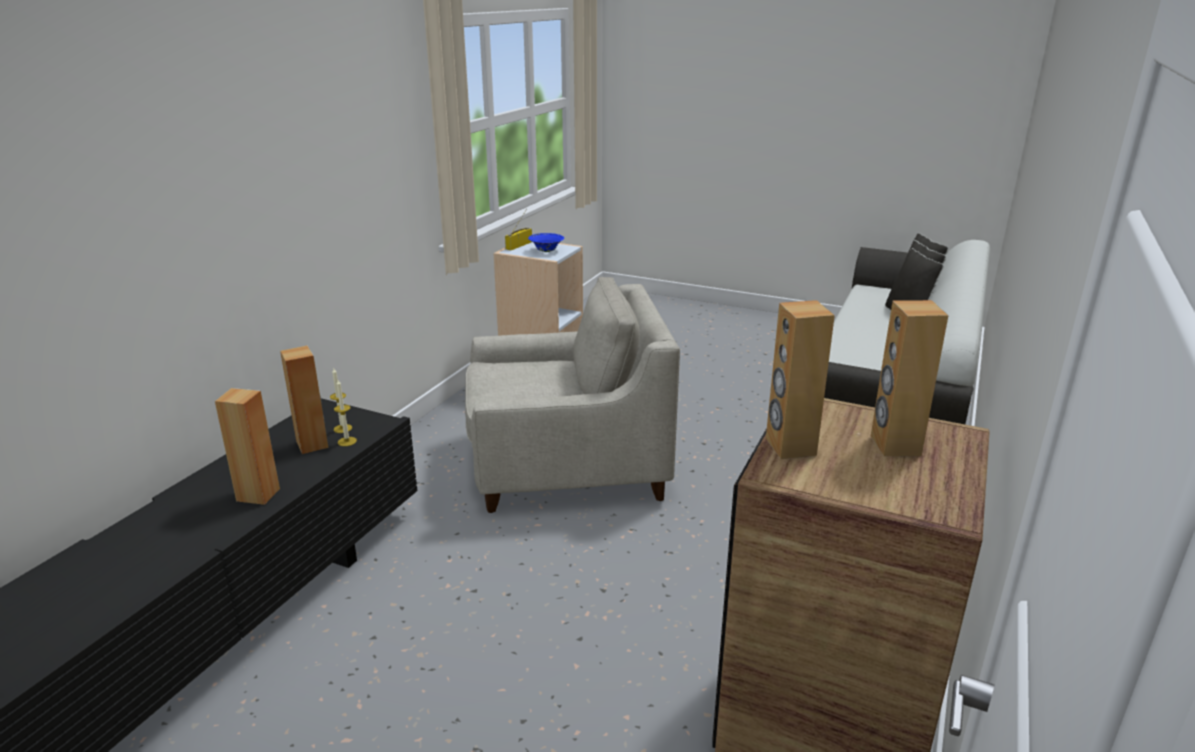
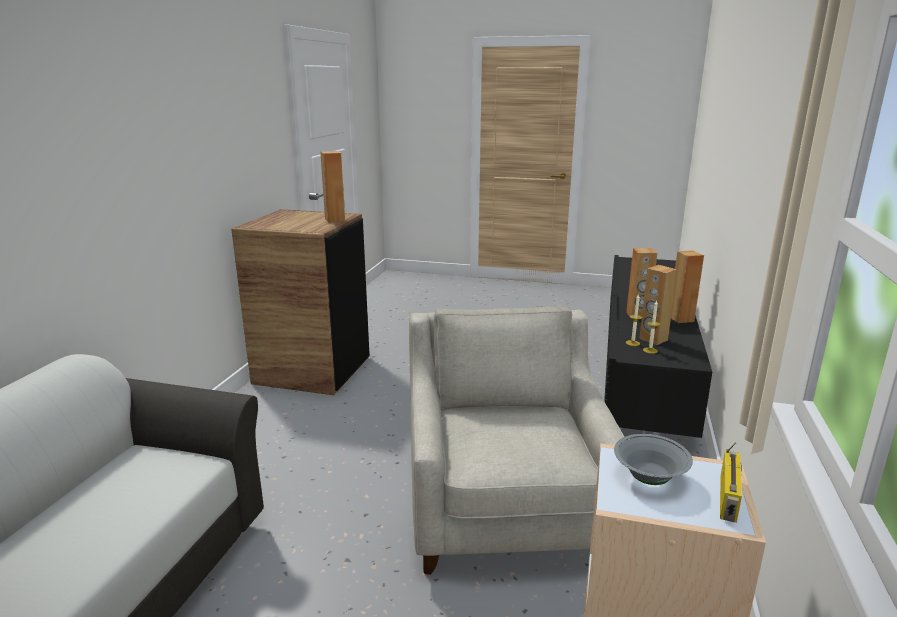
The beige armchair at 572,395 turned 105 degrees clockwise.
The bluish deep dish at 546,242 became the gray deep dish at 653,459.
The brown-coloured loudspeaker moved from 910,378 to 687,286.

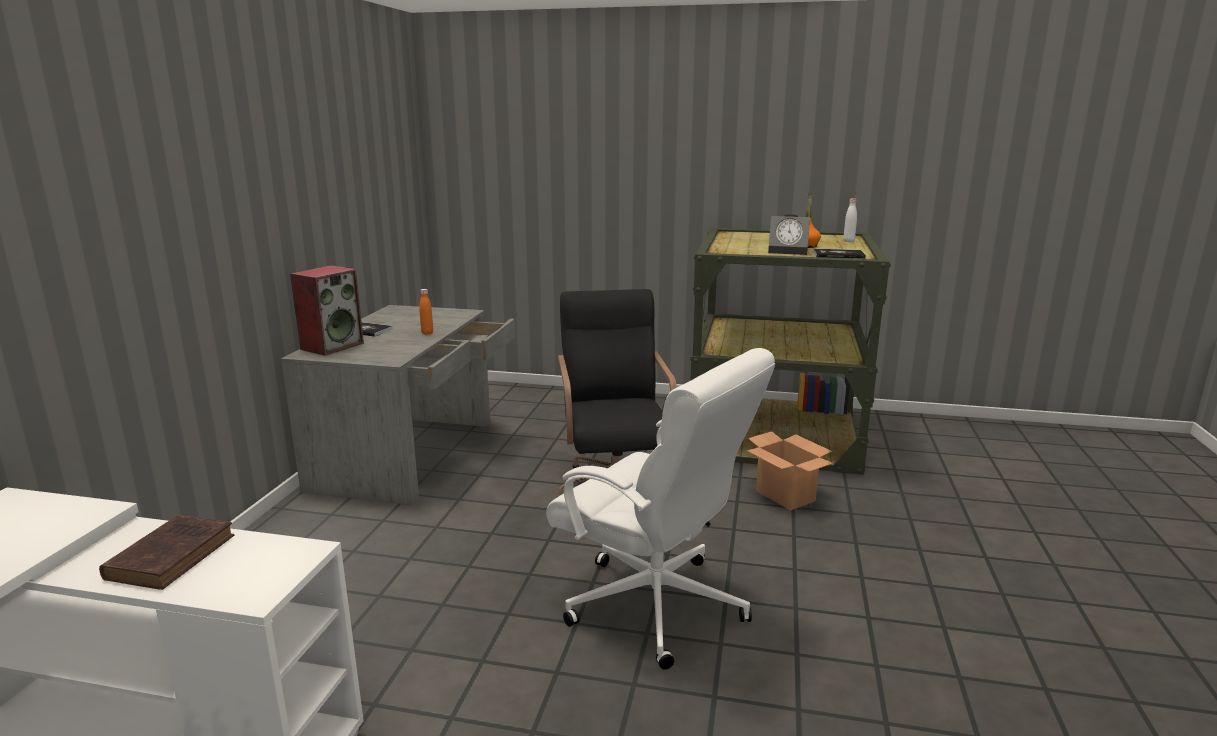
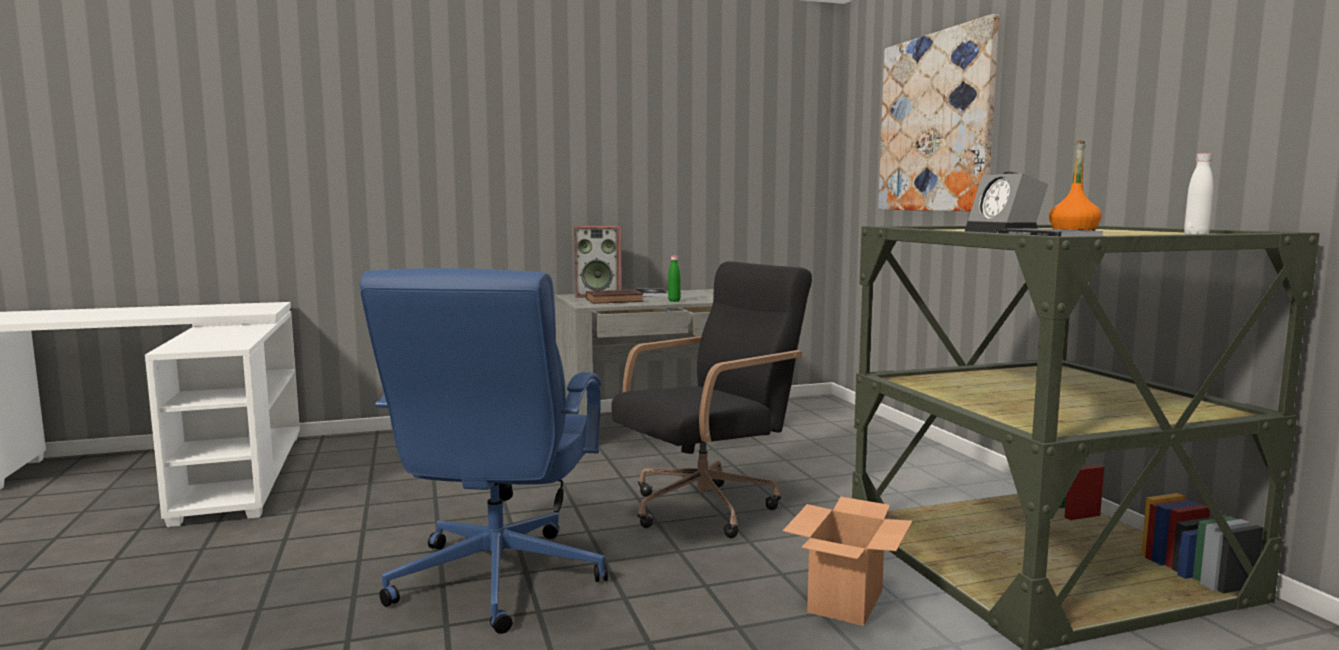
The brown-coloured volume moved from 166,552 to 614,297.
The orange-coloured beverage bottle at 426,312 became the green-coloured beverage bottle at 674,279.
The white desk chair at 660,508 became the bluish desk chair at 484,451.
The wall art at 938,112 appeared.

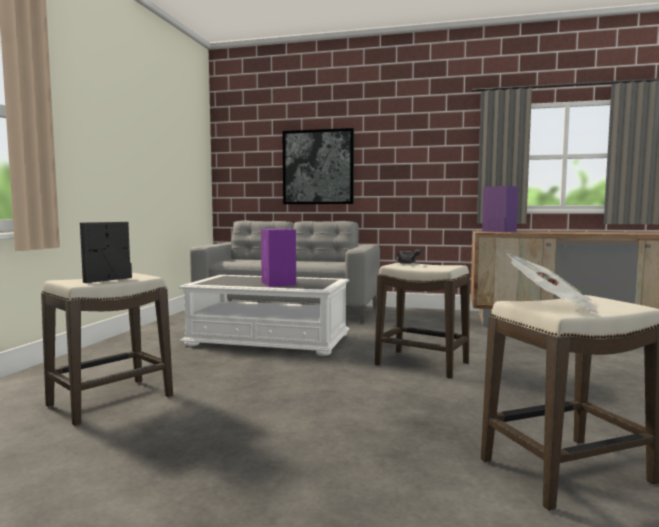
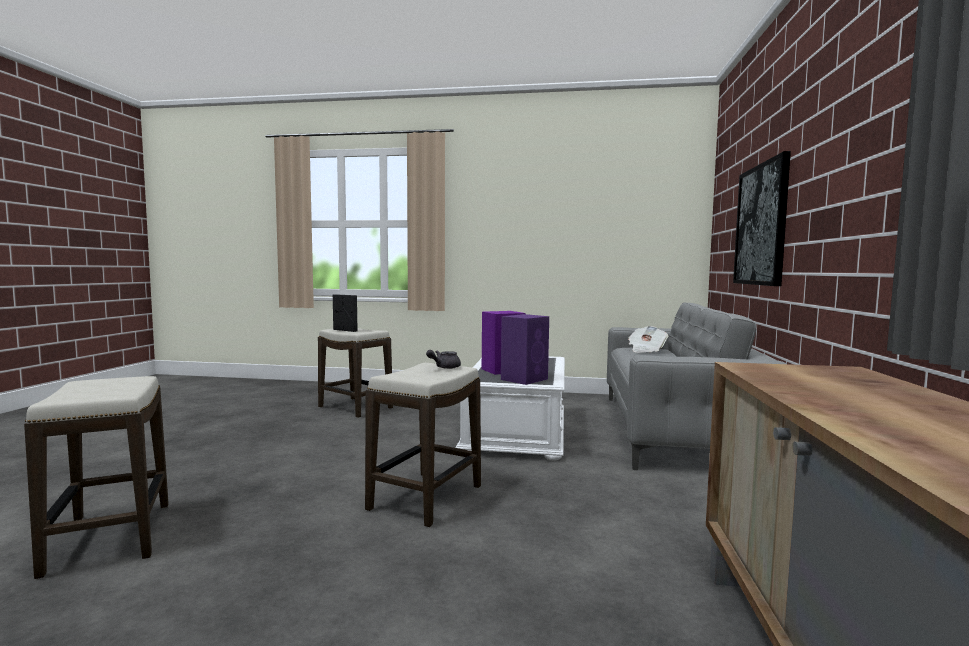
The purple-coloured loudspeaker moved from 500,209 to 525,349.
The printed paper moved from 553,283 to 648,339.

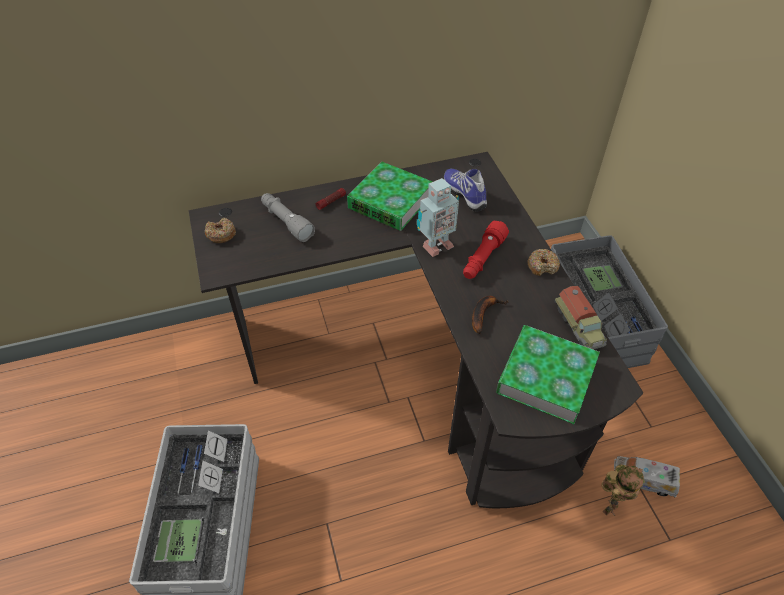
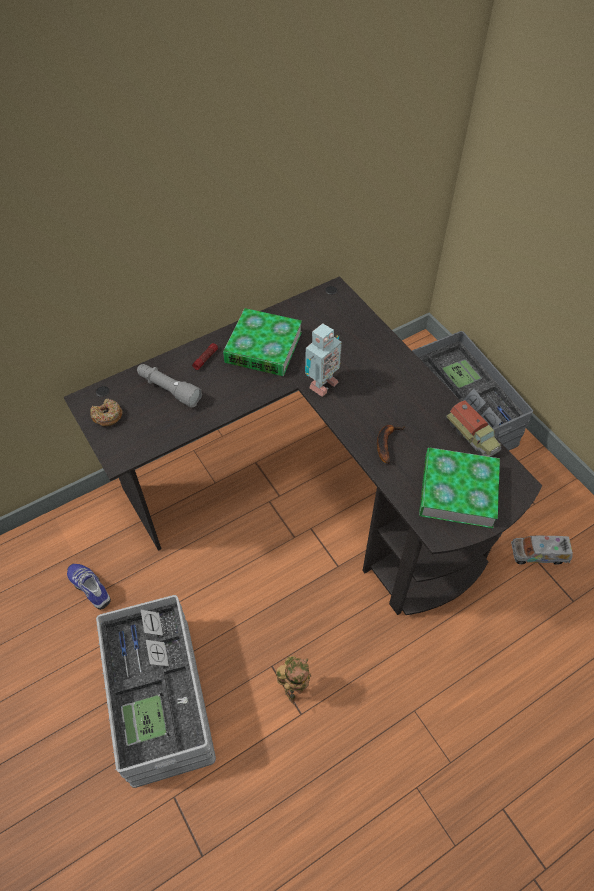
The shoe moved from 465,190 to 89,586.
The reddish torch at 486,250 disappeared.
The donut at 543,262 disappeared.
The model robot moved from 623,490 to 293,680.

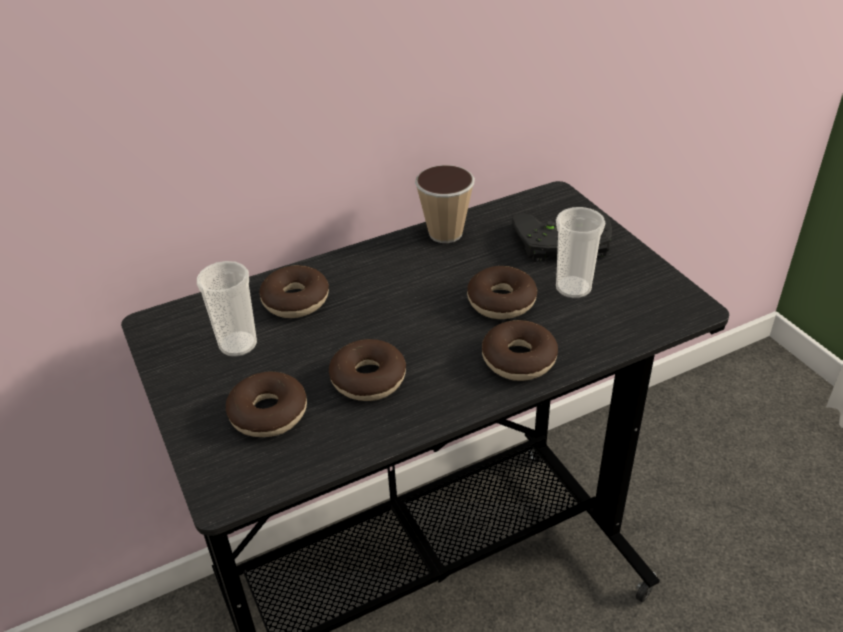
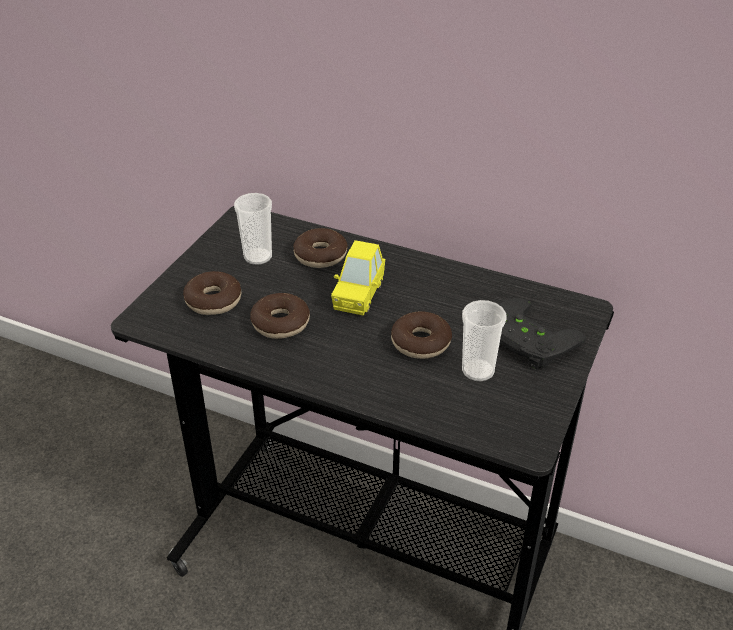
The drinking cup at 445,204 disappeared.
The donut at 520,350 disappeared.
The yellow miniature car at 358,277 appeared.

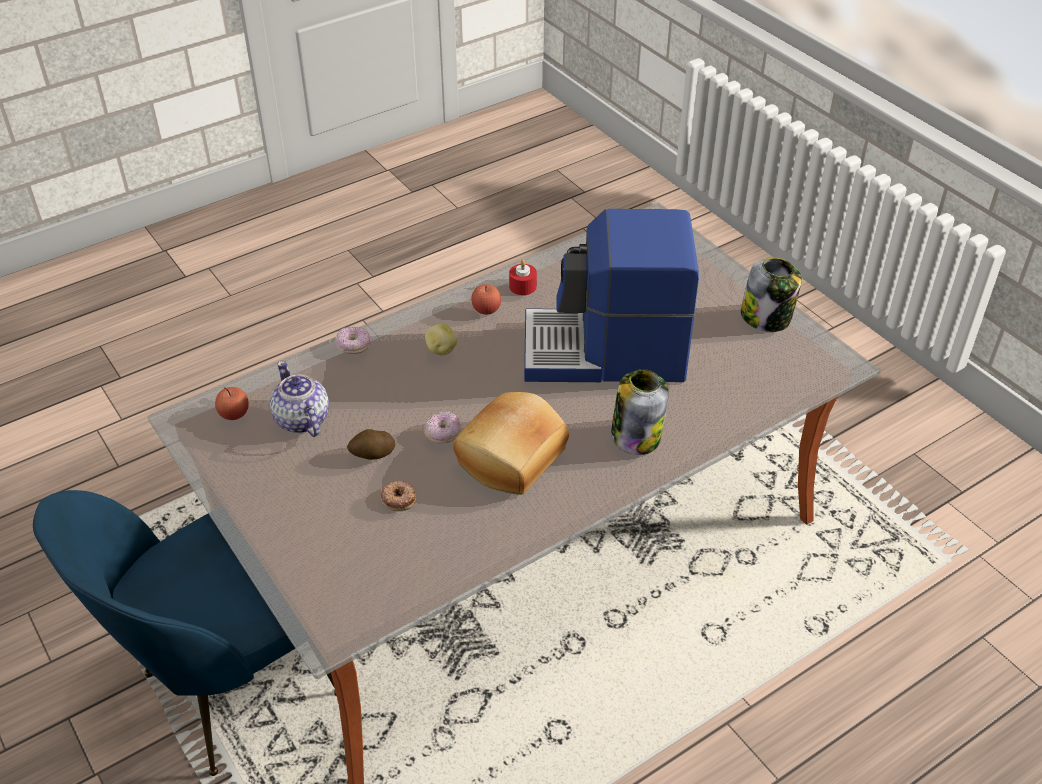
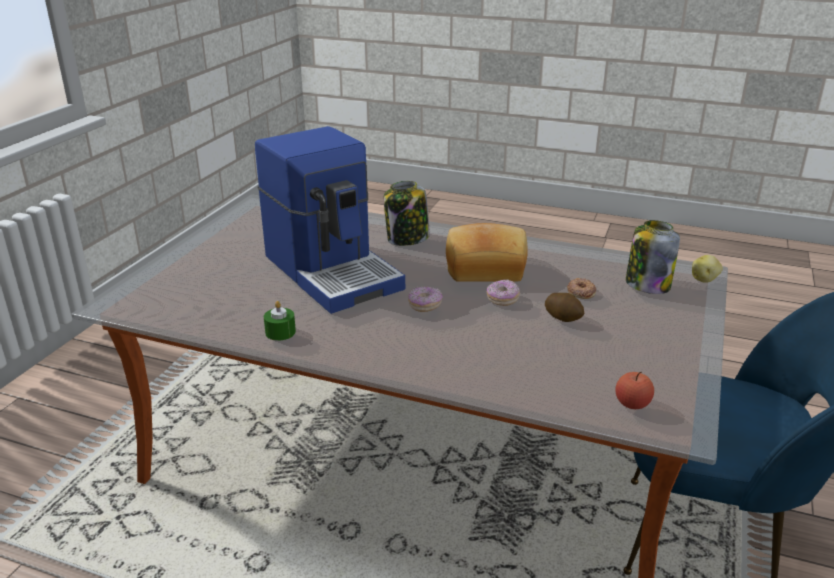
The tea pot at 299,399 disappeared.
The donut moved from 353,340 to 425,299.
The spud moved from 441,339 to 707,269.
The apple fruit at 486,299 disappeared.
The reddish wax candle at 523,277 became the green-coloured wax candle at 280,321.
The storage jar moved from 771,295 to 653,257.

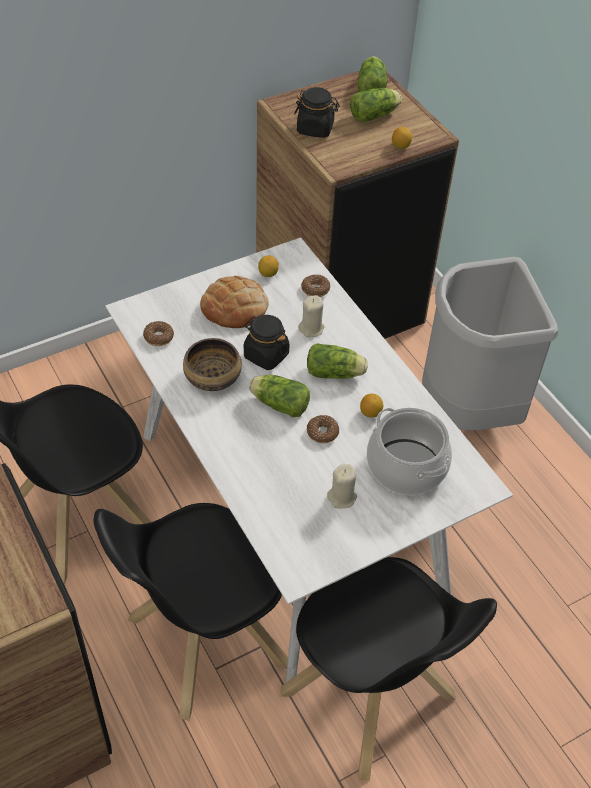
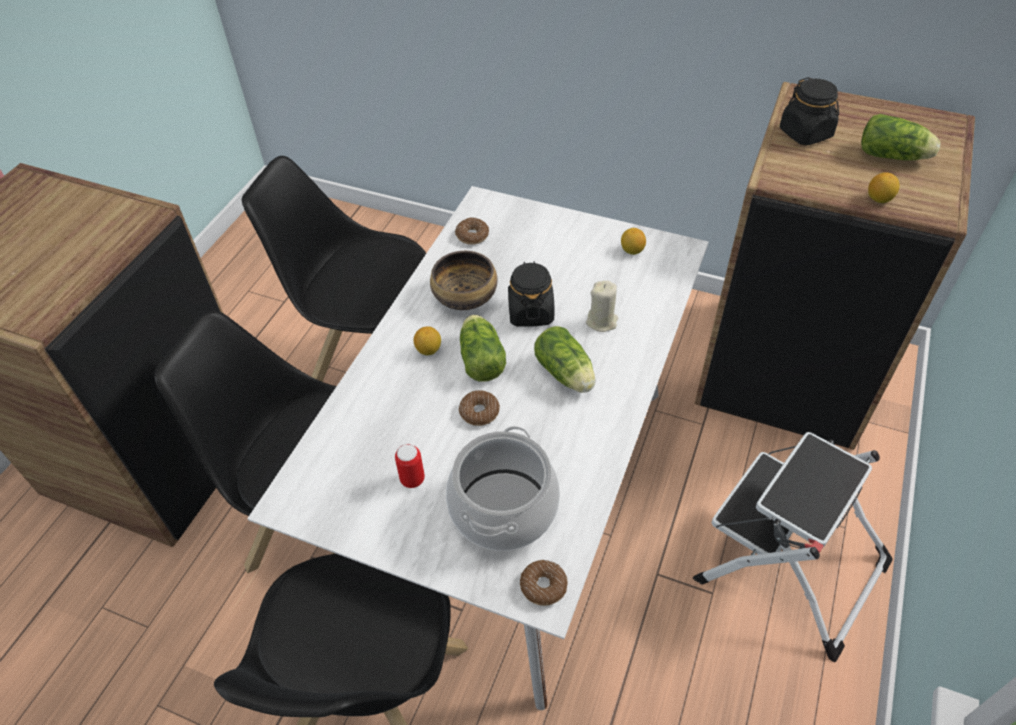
The bakery bread at 234,302 disappeared.
The donut moved from 315,285 to 544,583.
The beige wax candle at 342,486 was replaced by the metal can at 410,466.
The head of lettuce at 372,74 disappeared.
The lemon moved from 371,406 to 427,340.
The gray rubbish bin at 490,343 was replaced by the step ladder at 793,547.

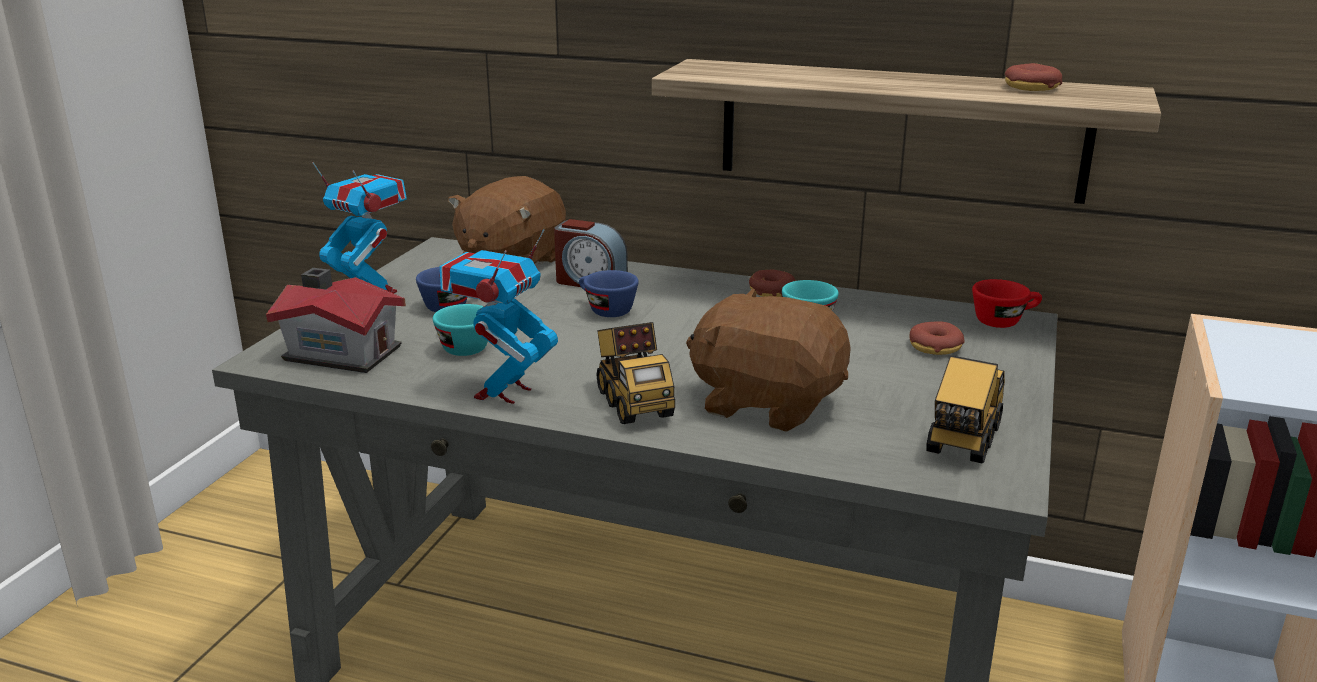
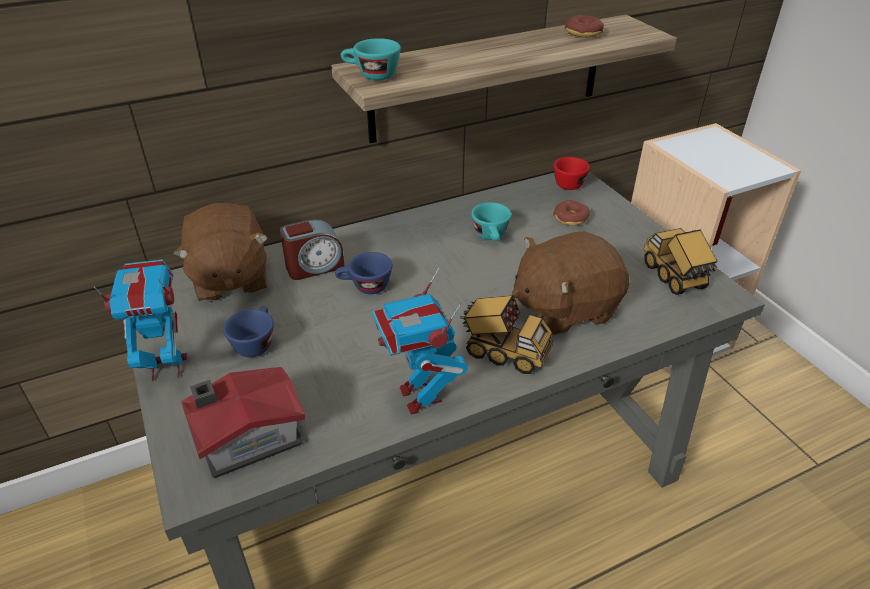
The blue-green drinking cup moved from 460,330 to 371,59.
The donut at 772,283 disappeared.

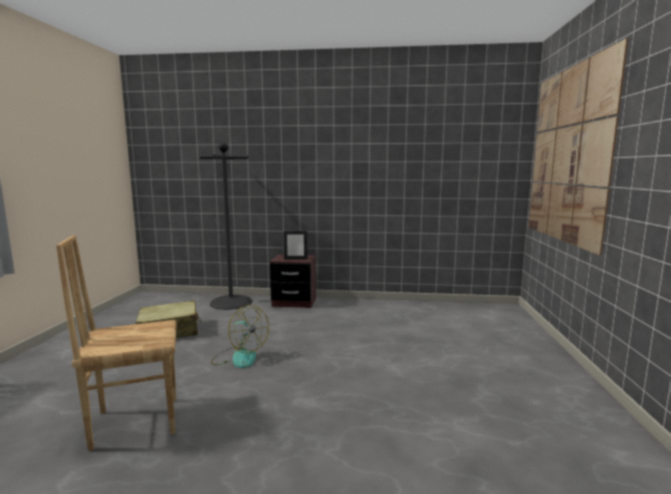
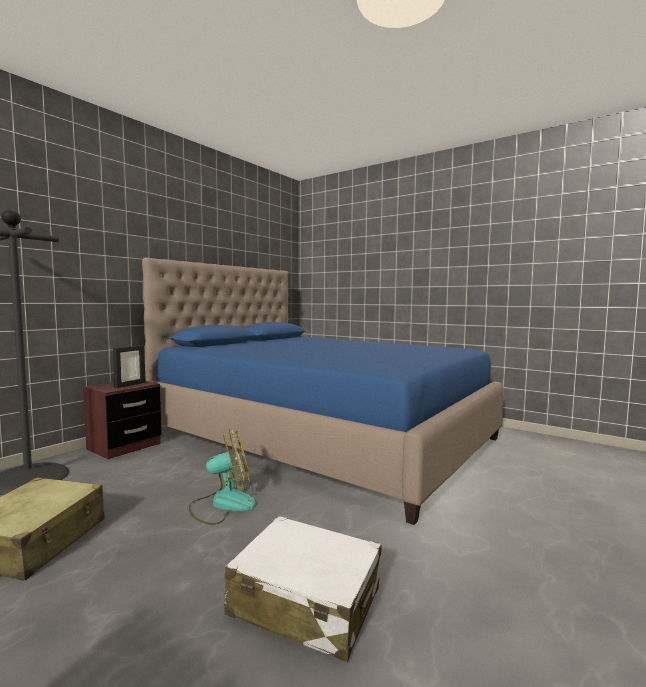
The brown-coloured upright chair at 116,343 was replaced by the white travel case at 302,589.
The wall art at 578,147 disappeared.
The bluish bedroom bed at 323,391 appeared.

